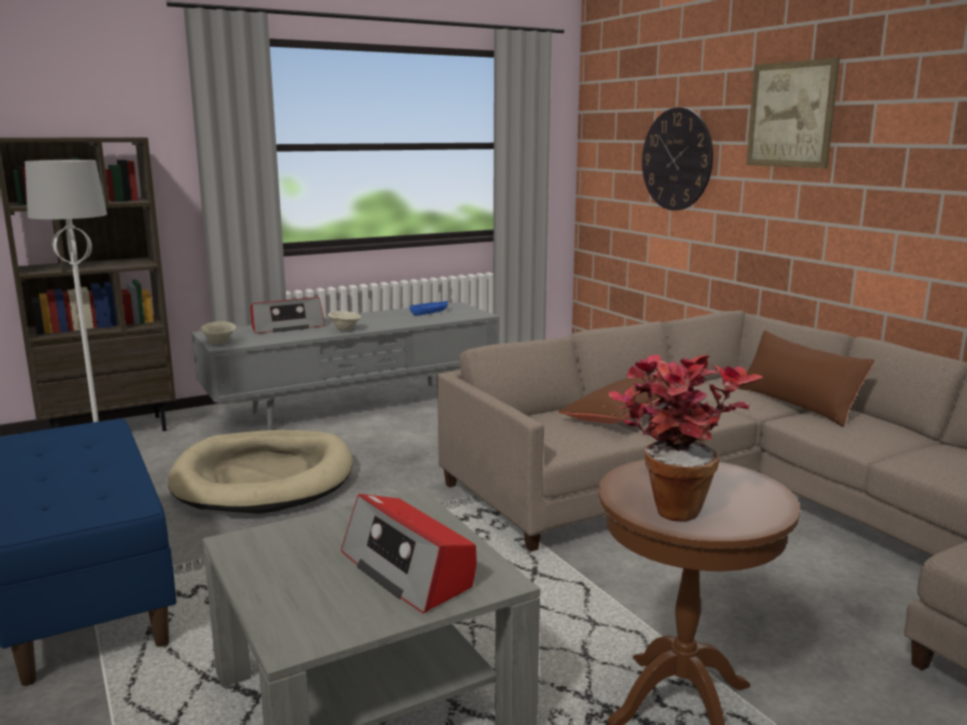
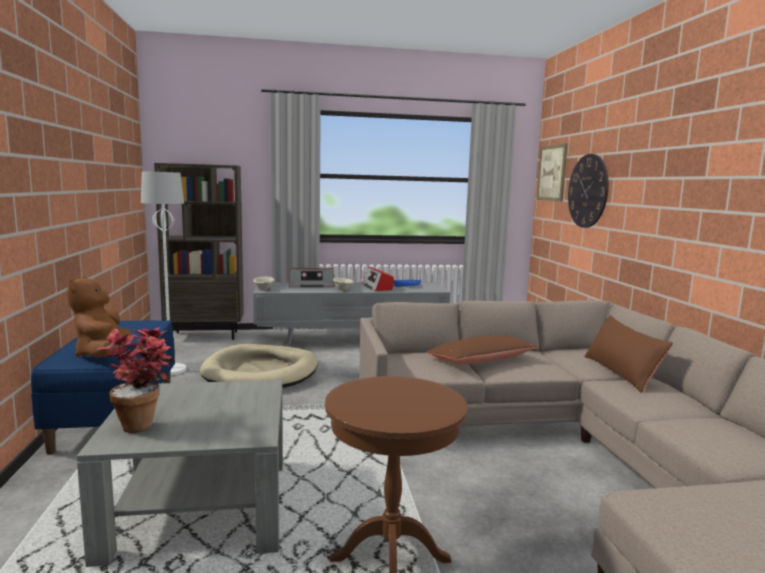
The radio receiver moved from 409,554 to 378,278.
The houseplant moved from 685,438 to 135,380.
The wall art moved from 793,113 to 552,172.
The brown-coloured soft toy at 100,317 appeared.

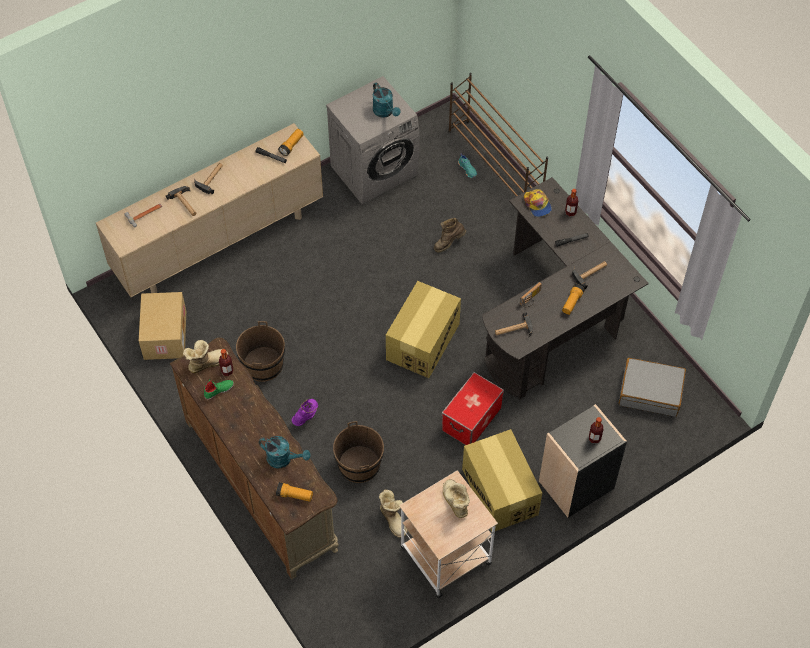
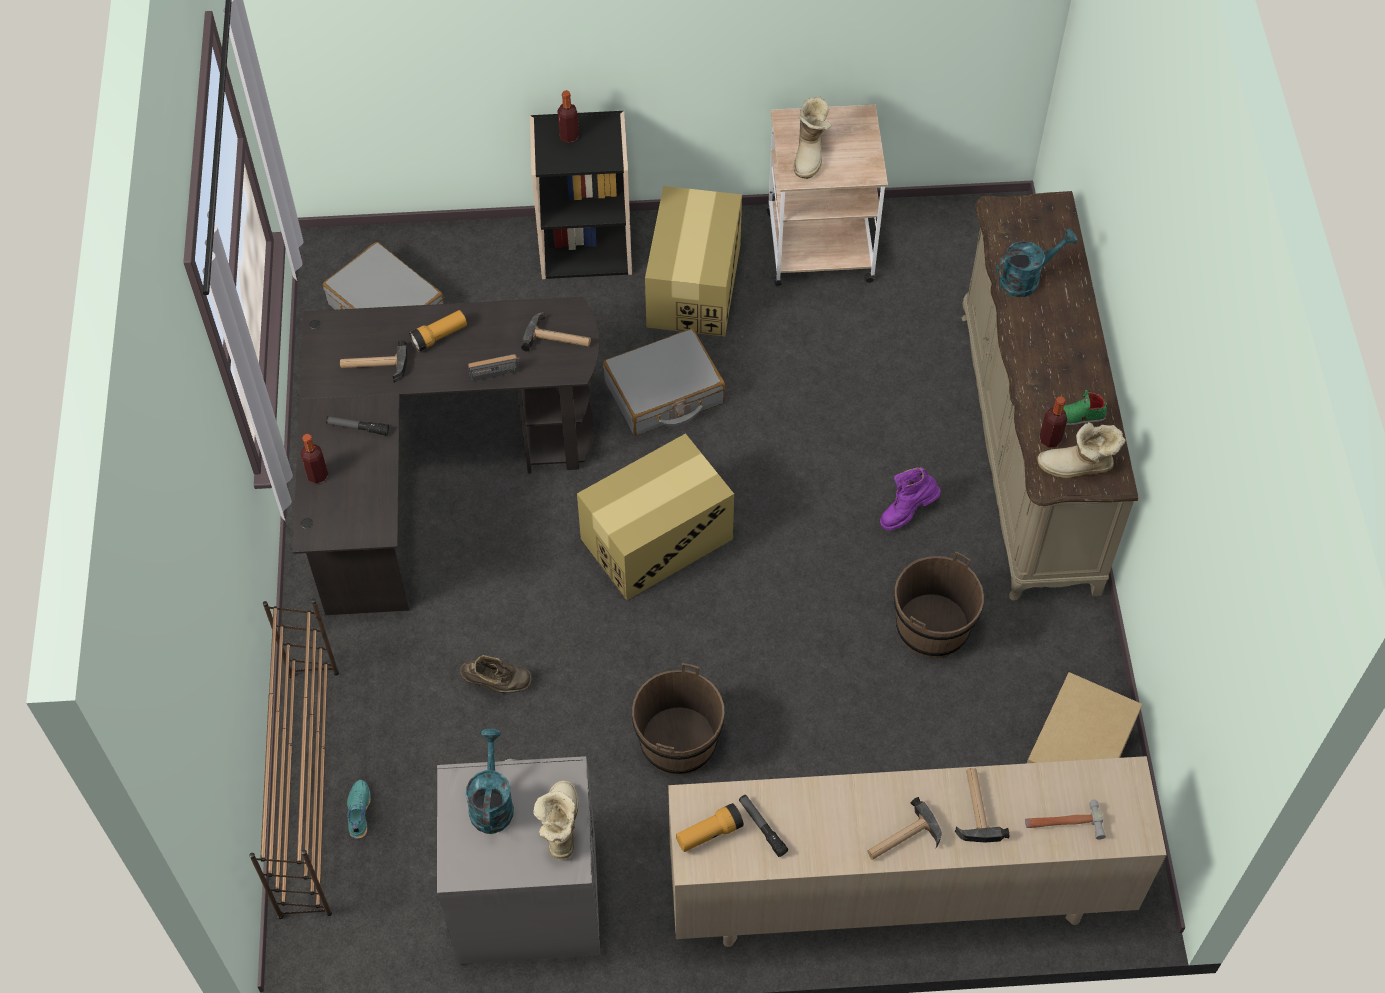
The blue-green sprinkling can at 285,452 turned 105 degrees clockwise.
The torch at 294,492 disappeared.
The brown-coloured bucket moved from 358,452 to 678,719.
The boot moved from 393,514 to 555,819.
The storage container at 473,408 was replaced by the gray travel case at 664,382.
The peaked cap at 538,203 disappeared.

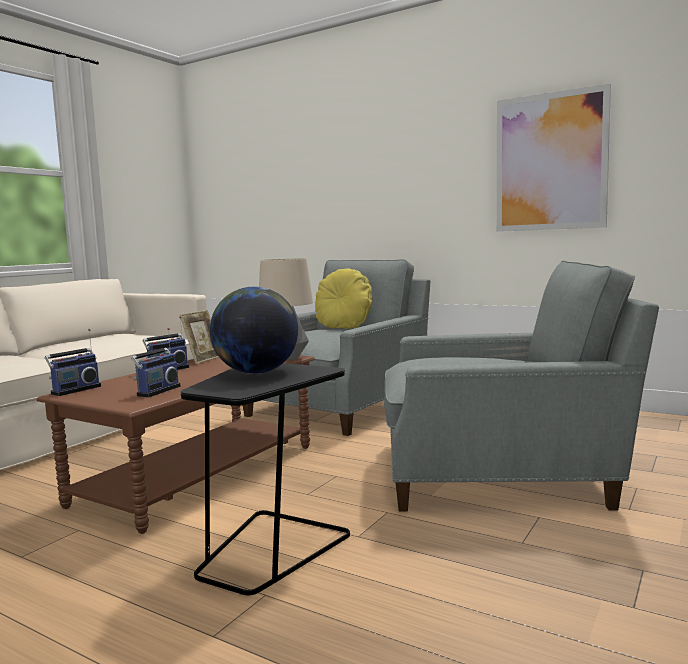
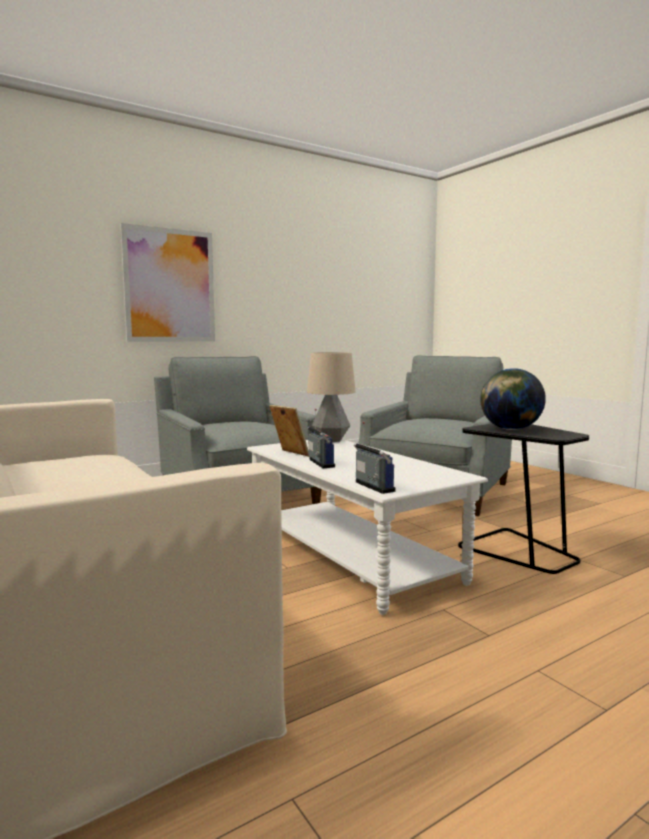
The brown-coloured low table at 175,444 became the white low table at 367,527.
The radio receiver at 155,362 disappeared.
The yellow cushion at 344,298 disappeared.
The wall art moved from 553,158 to 167,282.

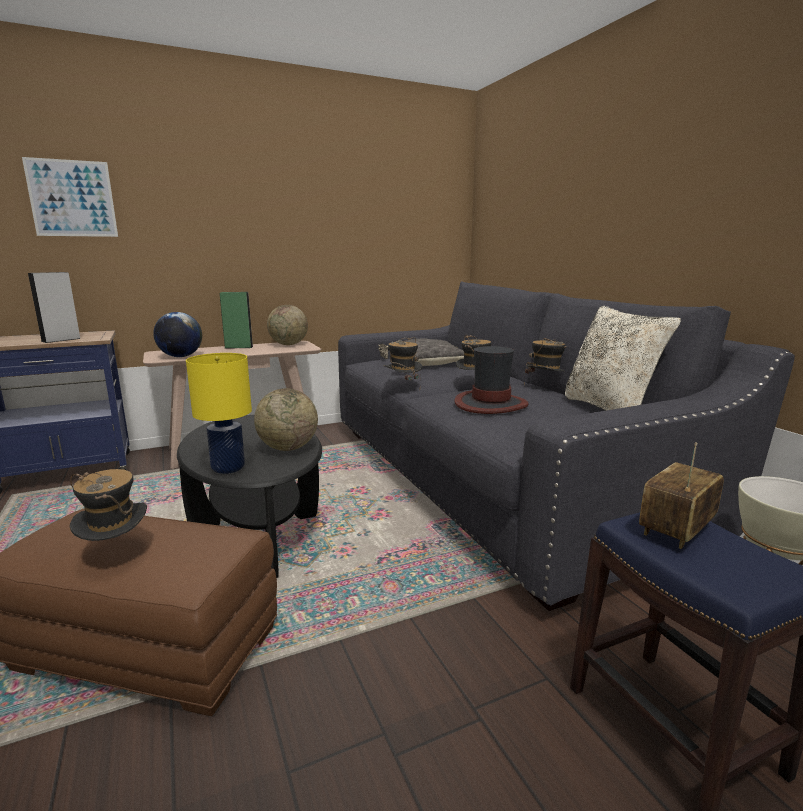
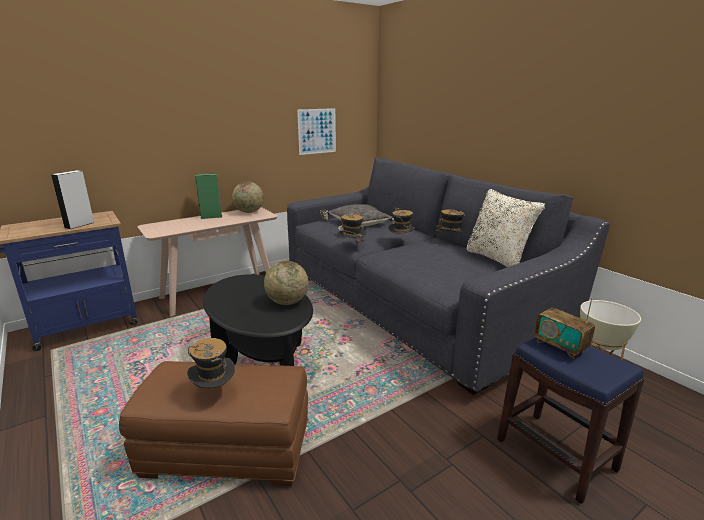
The wall art moved from 70,197 to 316,131.
The desk globe at 177,334 disappeared.
The yellow tabletop lamp at 219,413 disappeared.
The clothing hat at 491,380 disappeared.
The radio receiver at 681,495 turned 75 degrees counterclockwise.

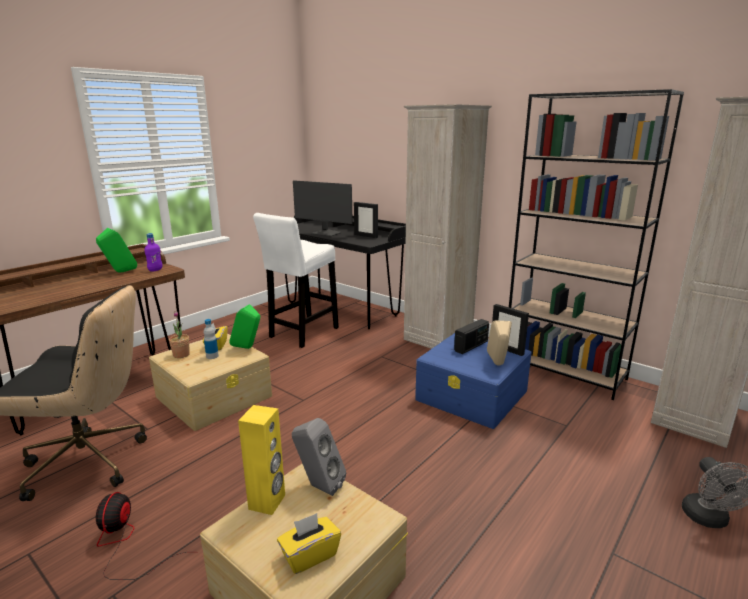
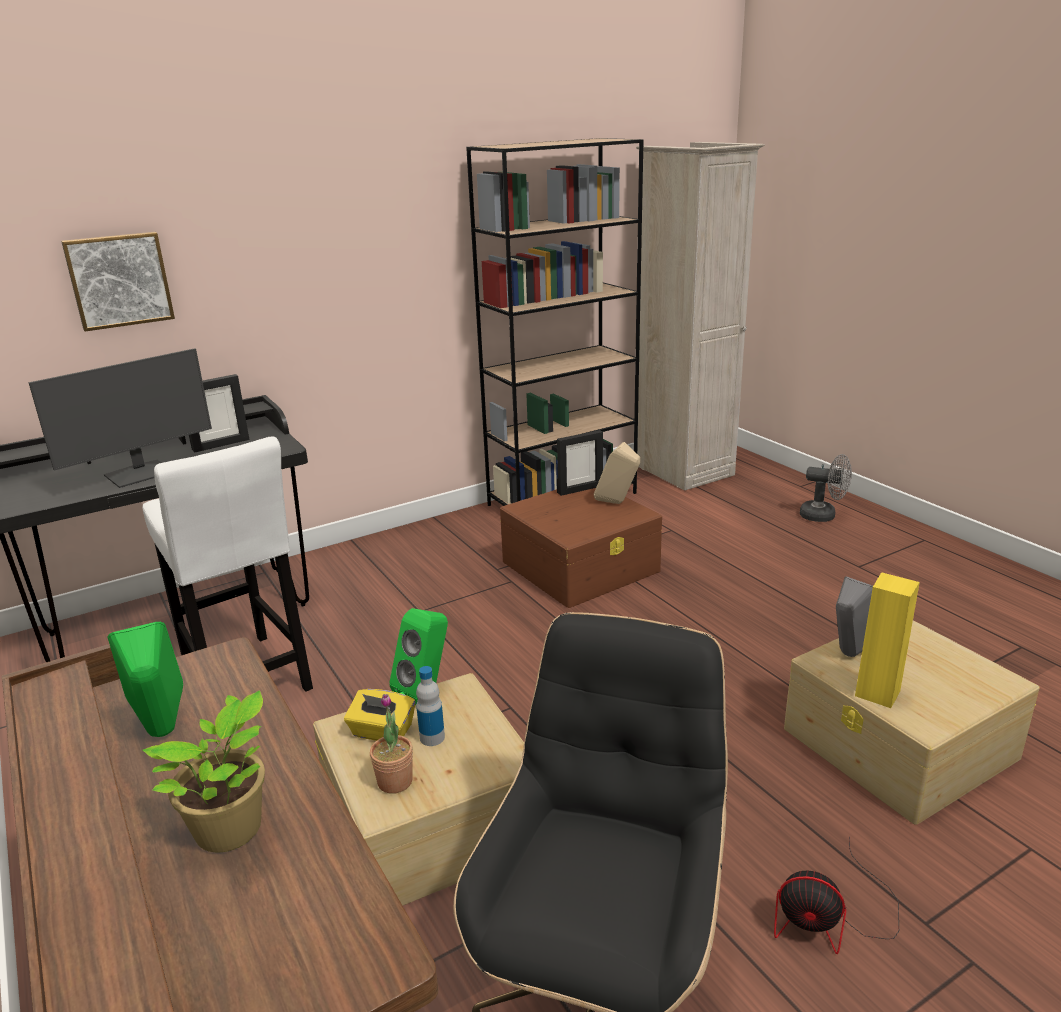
The purple-coloured beverage bottle at 153,252 disappeared.
The yellow tissue box at 309,543 disappeared.
The beige cupboard at 448,226 disappeared.
The bluish storage container at 473,381 became the brown-coloured storage container at 581,548.
The radio receiver at 471,336 disappeared.
The wall art at 118,281 appeared.
The houseplant at 203,771 appeared.

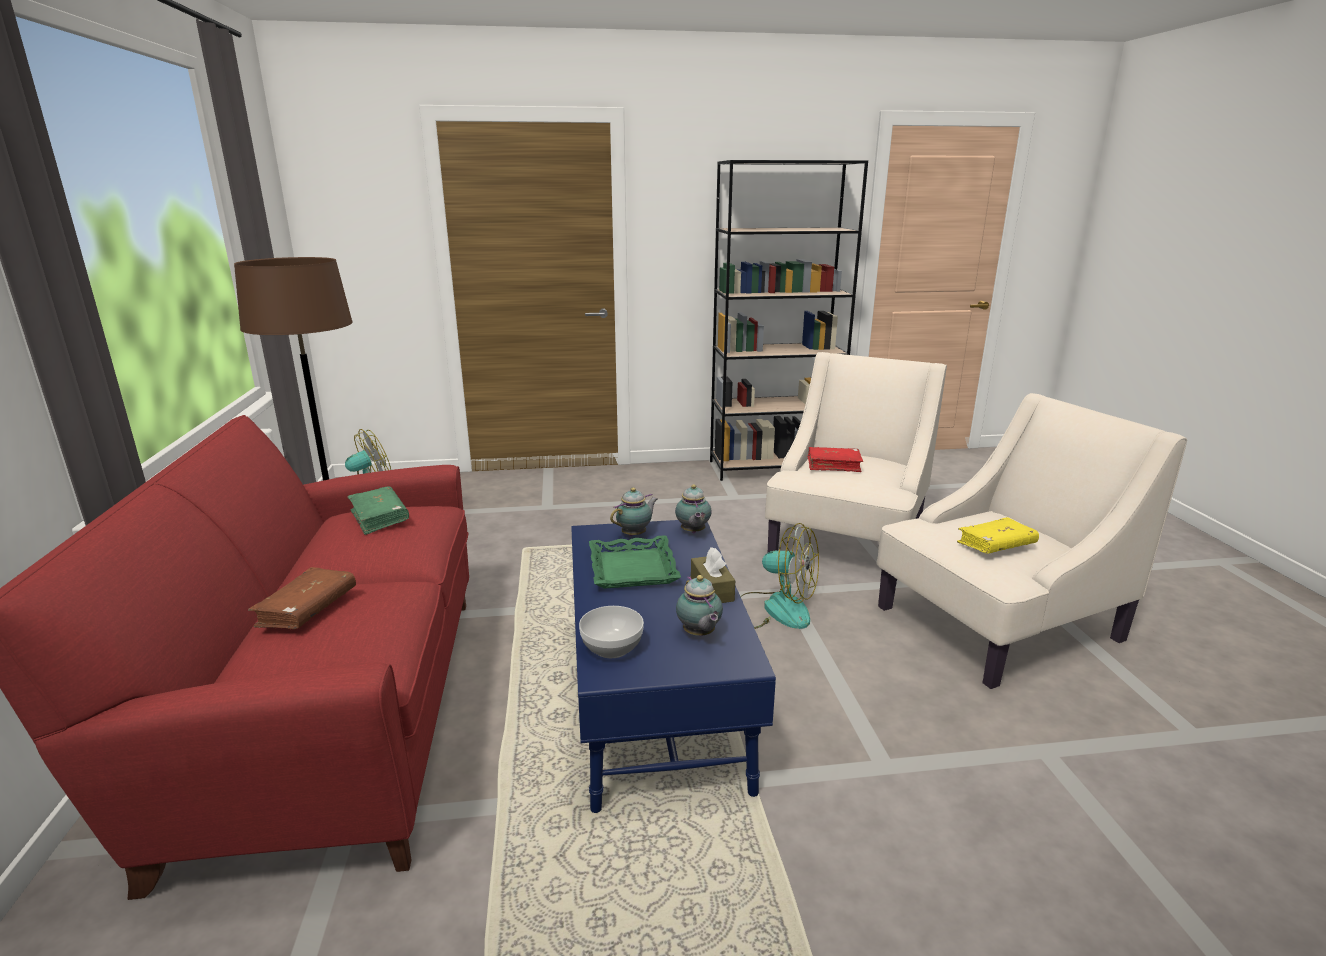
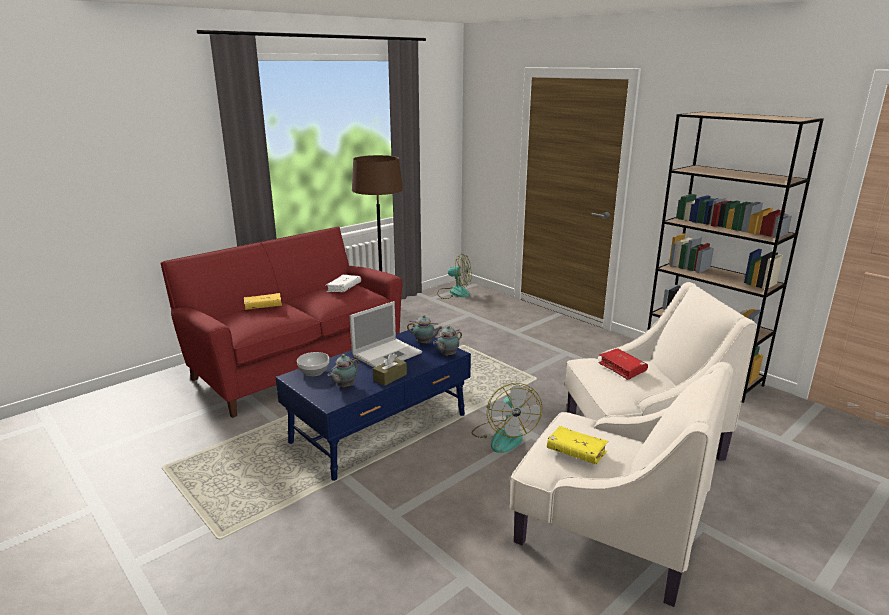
The brown-coloured volume at 302,598 became the yellow volume at 263,301.
The green-coloured volume at 378,511 became the white volume at 343,283.
The green-coloured serving tray at 635,562 was replaced by the portable computer at 386,334.

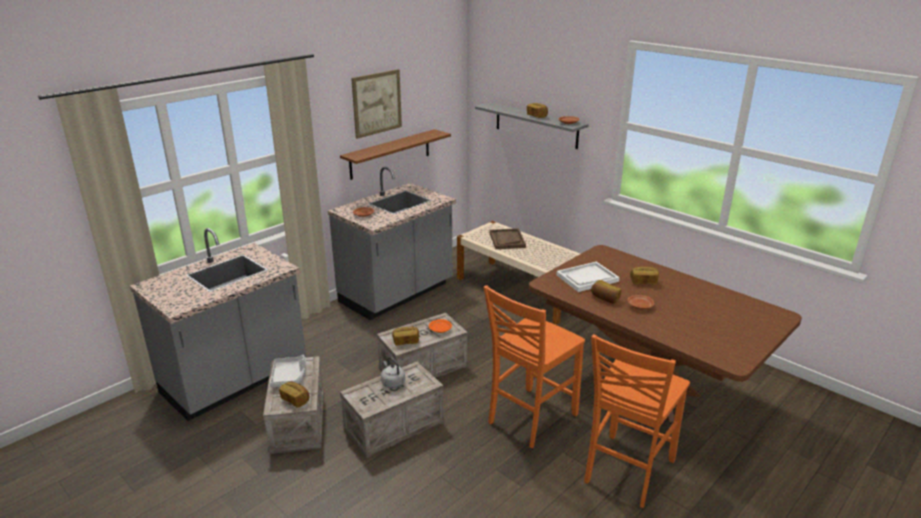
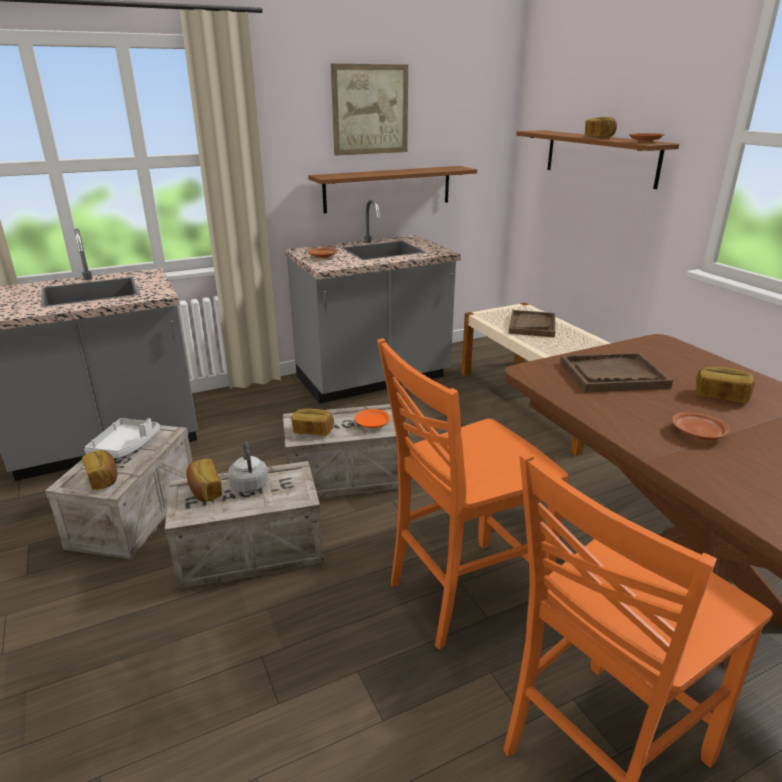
The gray bracket shelf at 532,125 became the brown-coloured bracket shelf at 597,159.
The white serving tray at 588,277 became the brown-coloured serving tray at 616,373.
The bakery bread moved from 606,291 to 204,480.

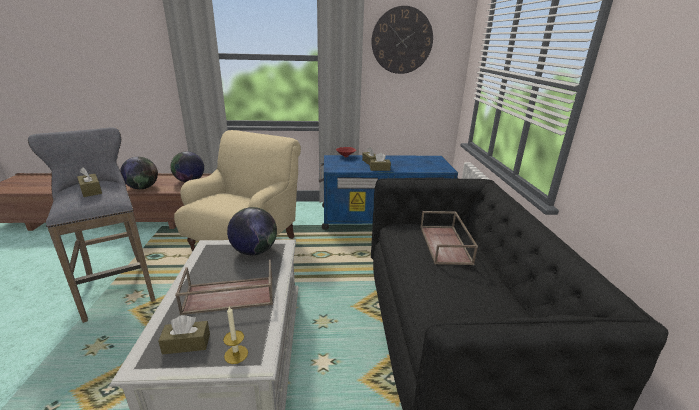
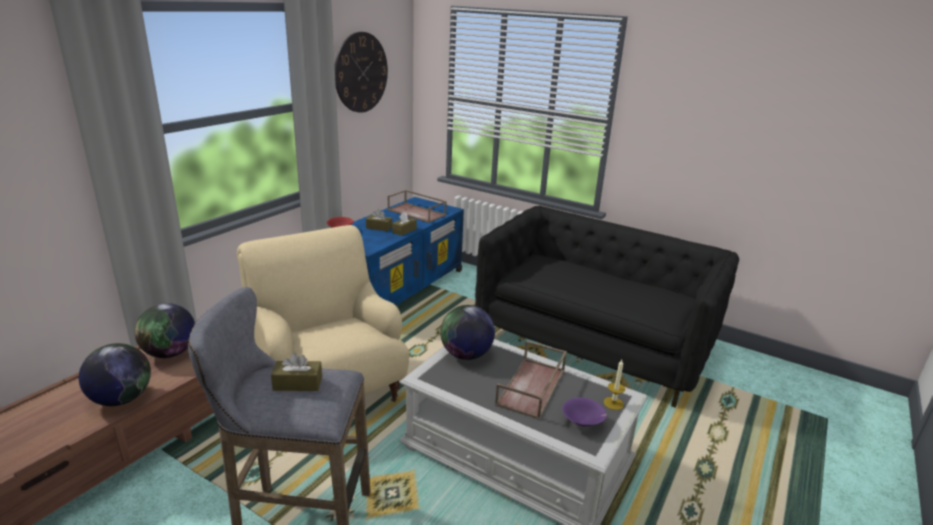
The brown-coloured tissue box at 184,335 was replaced by the purple-coloured deep dish at 584,412.
The brown-coloured serving tray moved from 449,238 to 417,206.

